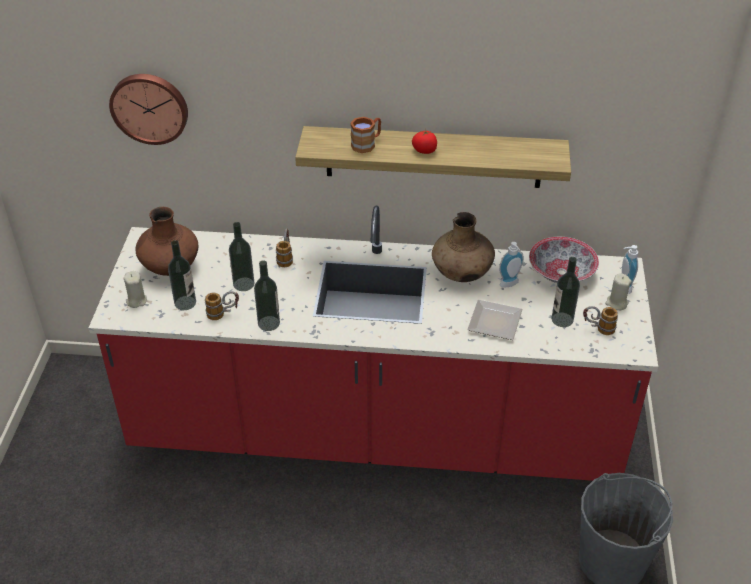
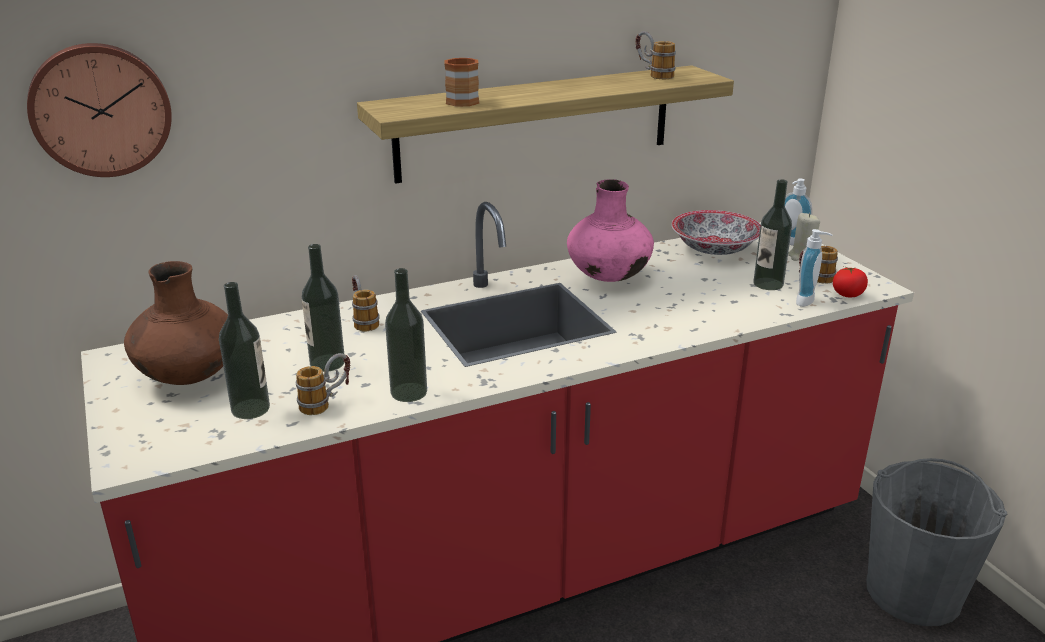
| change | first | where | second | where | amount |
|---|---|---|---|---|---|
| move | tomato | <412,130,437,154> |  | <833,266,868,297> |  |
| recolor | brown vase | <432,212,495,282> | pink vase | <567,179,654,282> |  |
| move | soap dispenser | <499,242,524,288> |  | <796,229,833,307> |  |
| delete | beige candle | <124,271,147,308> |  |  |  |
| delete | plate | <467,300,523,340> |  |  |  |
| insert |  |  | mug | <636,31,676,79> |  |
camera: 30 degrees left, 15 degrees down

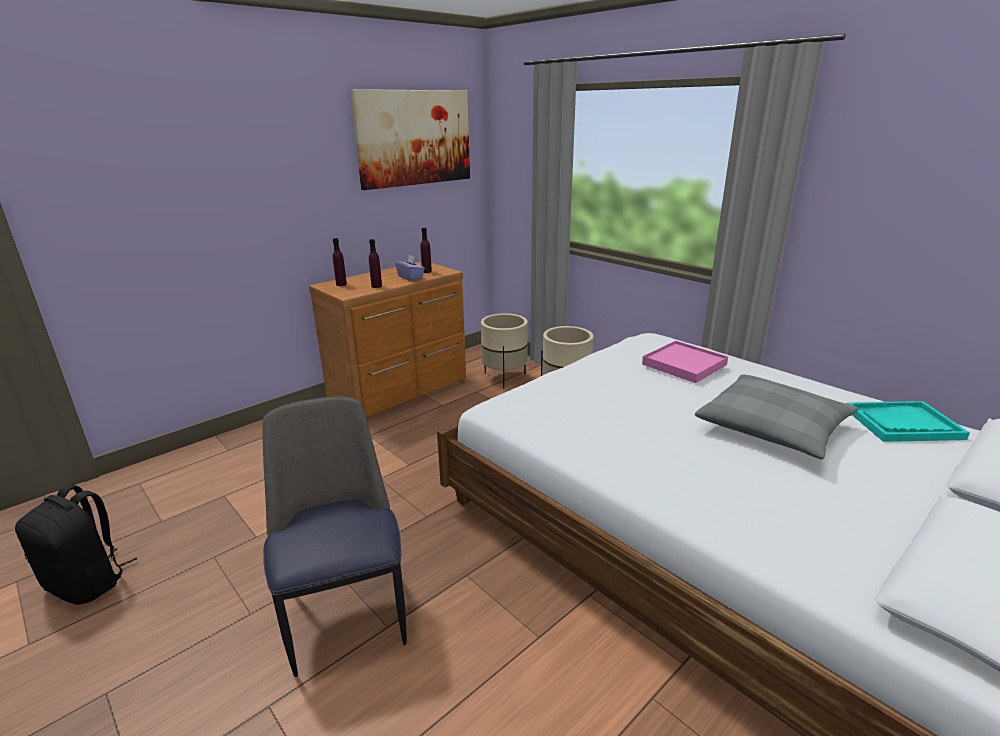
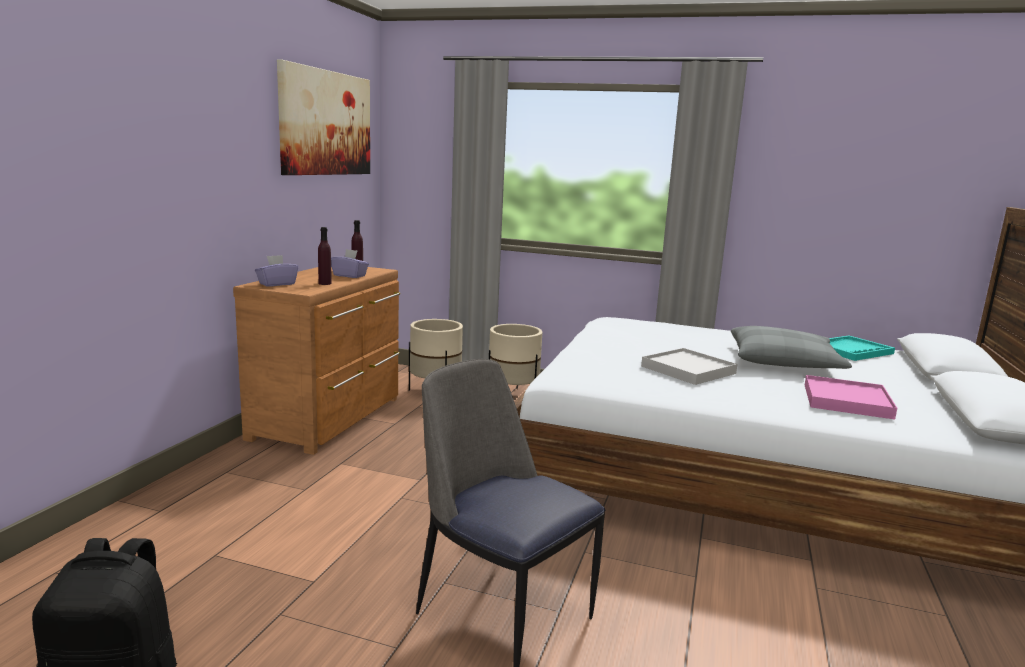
| change | first | where | second | where | amount |
|---|---|---|---|---|---|
| replace | purple bottle | <333,238,347,286> | purple tissue box | <255,255,298,287> |  |
| move | pink tray | <642,341,728,383> |  | <805,375,897,420> |  |
| insert |  |  | white tray | <641,348,738,385> |  |
camera: 30 degrees left, 10 degrees down

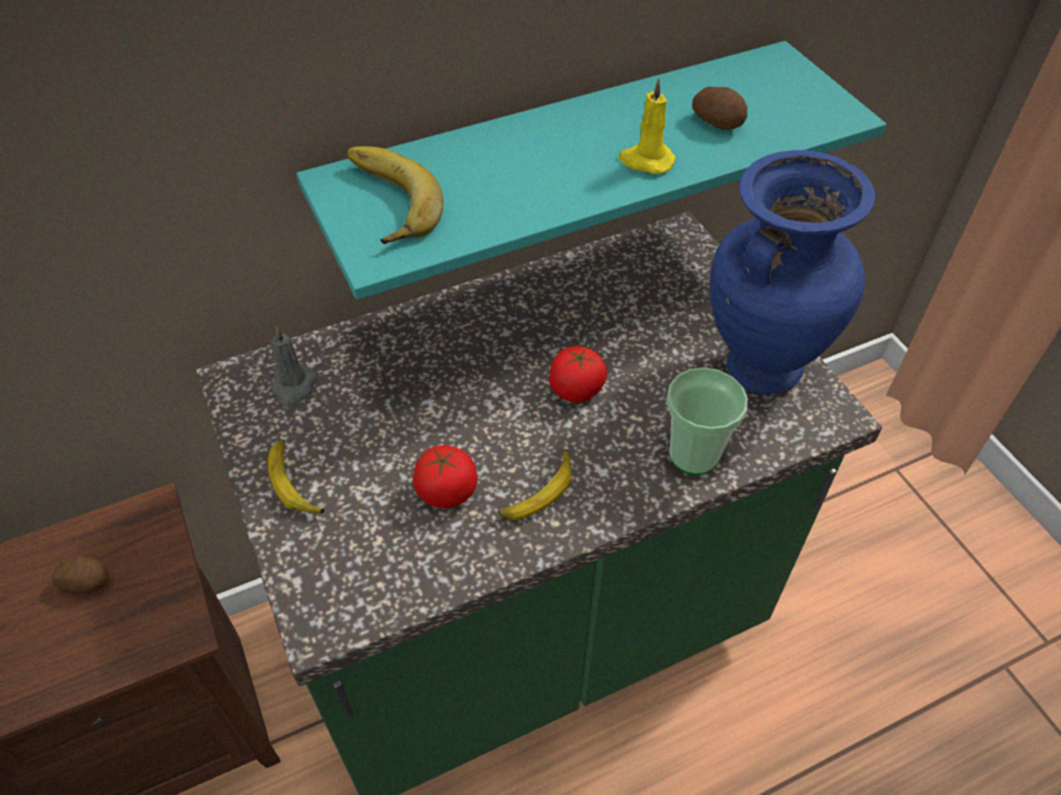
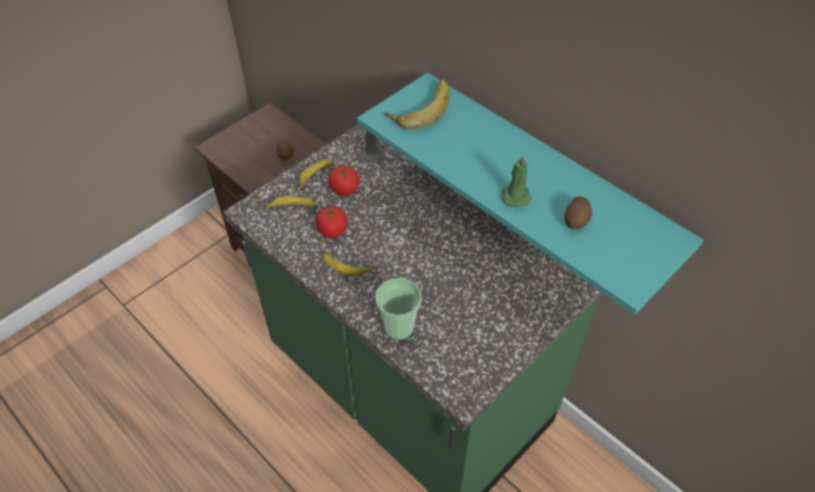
| change | first | where | second | where | amount |
|---|---|---|---|---|---|
| recolor | yellow candle | <618,78,676,174> | green candle | <502,155,532,207> |  |
| delete | blue vase | <710,150,875,394> |  |  |  |
| move | tomato | <549,346,607,402> |  | <328,165,360,196> |  |
| insert |  |  | banana | <264,196,317,210> |  |
camera: 70 degrees right, 0 degrees up

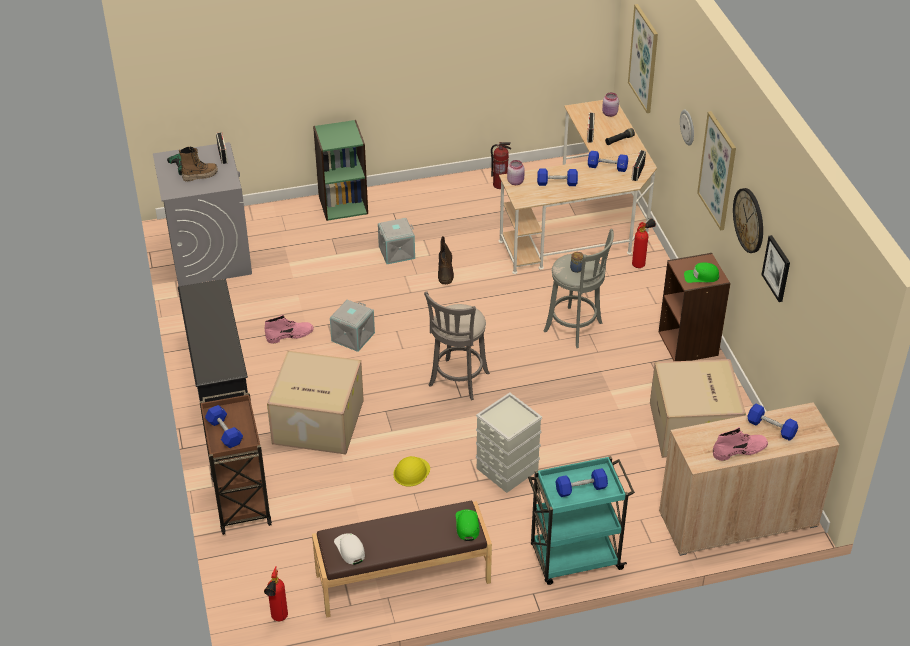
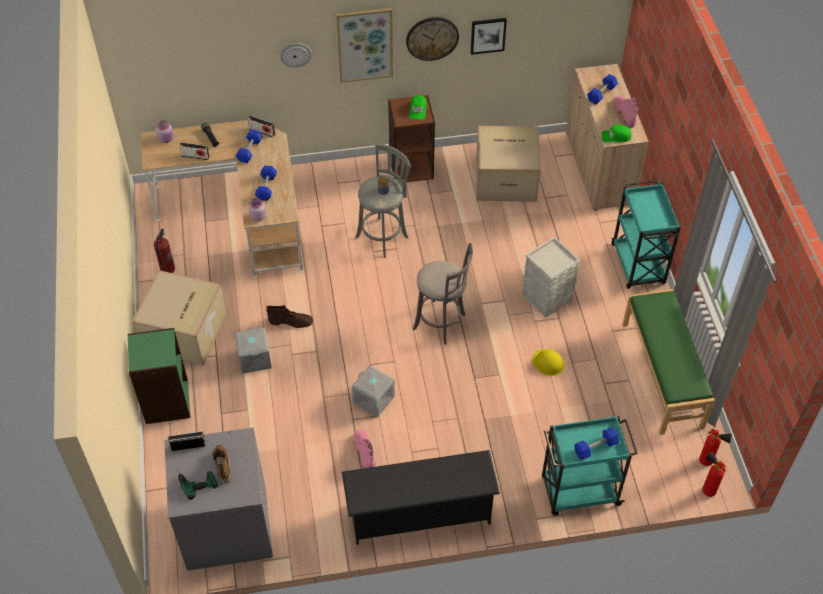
| change | first | where | second | where | amount |
|---|---|---|---|---|---|
| delete | picture | <628,4,658,113> |  |  |  |
| move | fire extinguisher | <632,218,656,268> |  | <702,452,726,497> |  |
| move | cardboard box | <267,351,364,454> |  | <132,270,227,366> |  |
| recolor | brown cart | <199,390,272,535> | turquoise cart | <542,416,638,516> |  |
| delete | blue dumbbell | <556,468,608,497> |  |  |  |
| recolor | brown bench | <312,501,492,618> | green bench | <622,289,715,435> |  |
| move | green cap | <456,509,479,541> |  | <601,125,631,142> |  |
| delete | white cap | <334,533,365,565> |  |  |  |
camera: 85 degrees left, 10 degrees up

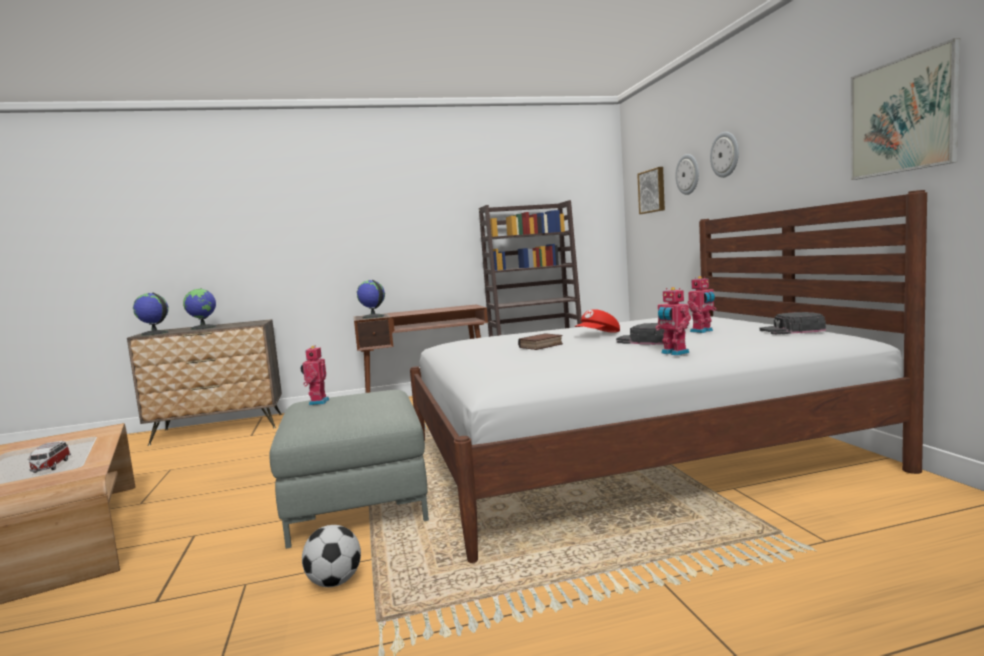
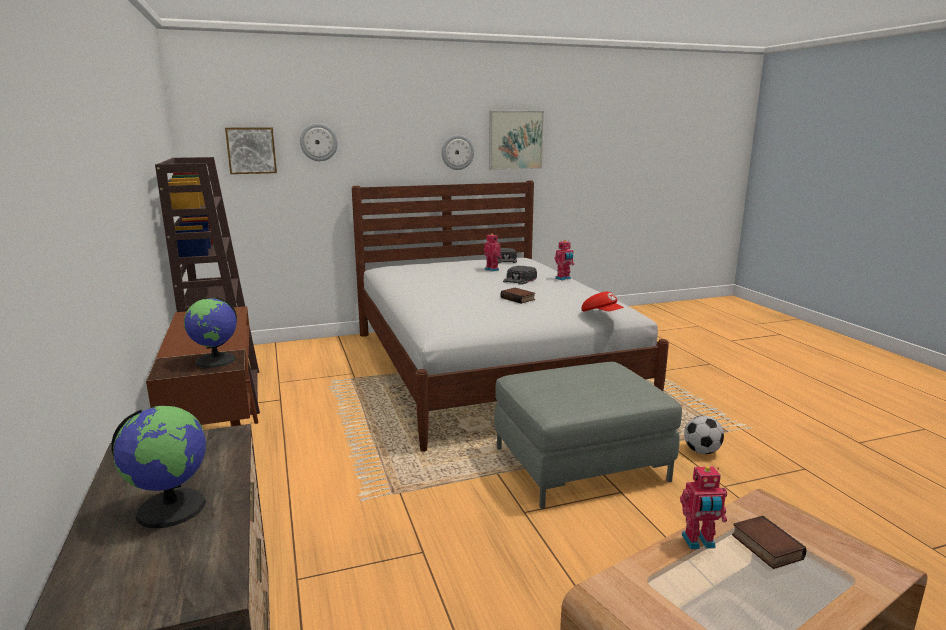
| change | first | where | second | where | amount |
|---|---|---|---|---|---|
| move | wall clock | <710,132,739,178> |  | <441,135,474,170> |  |
| delete | globe | <133,293,169,336> |  |  |  |
| move | red cap | <575,309,620,333> |  | <581,292,624,311> |  |
| move | toy robot | <300,346,329,405> |  | <680,466,727,549> |  |
| replace | toy car | <28,441,71,473> | book | <732,516,806,569> |  |
camera: 95 degrees left, 10 degrees up

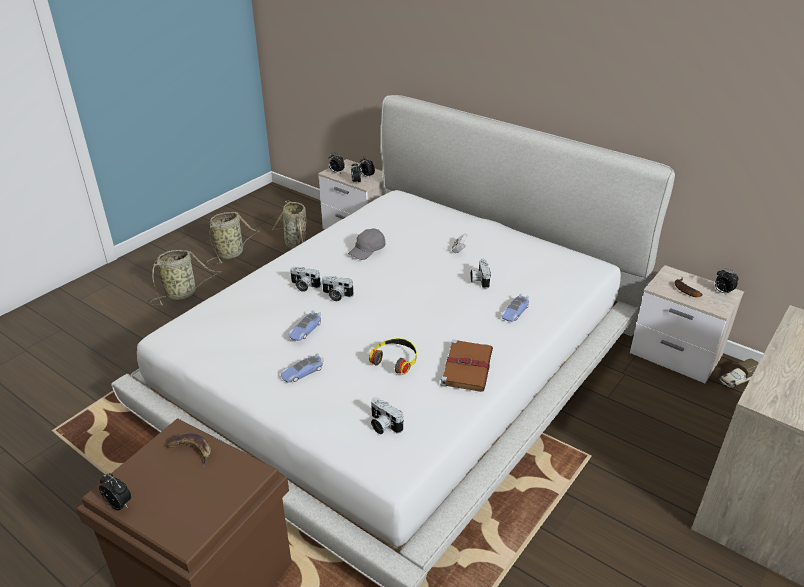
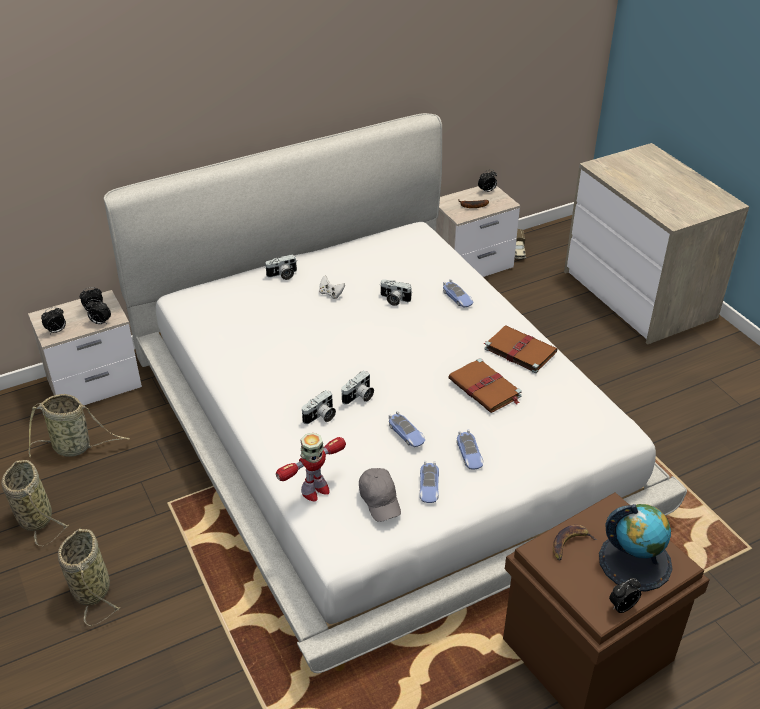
| change | first | where | second | where | amount |
|---|---|---|---|---|---|
| move | grey cap | <348,228,385,260> |  | <359,468,401,522> |  |
| replace | headphones | <369,338,417,374> | brown book | <448,358,522,413> |  |
| move | photo camera | <371,397,403,434> |  | <265,254,297,280> |  |
| insert |  |  | toy robot | <276,433,346,501> |  |
| insert |  |  | toy car | <420,461,439,503> |  |
| insert |  |  | globe | <599,504,672,592> |  |
camera: 65 degrees left, 5 degrees up

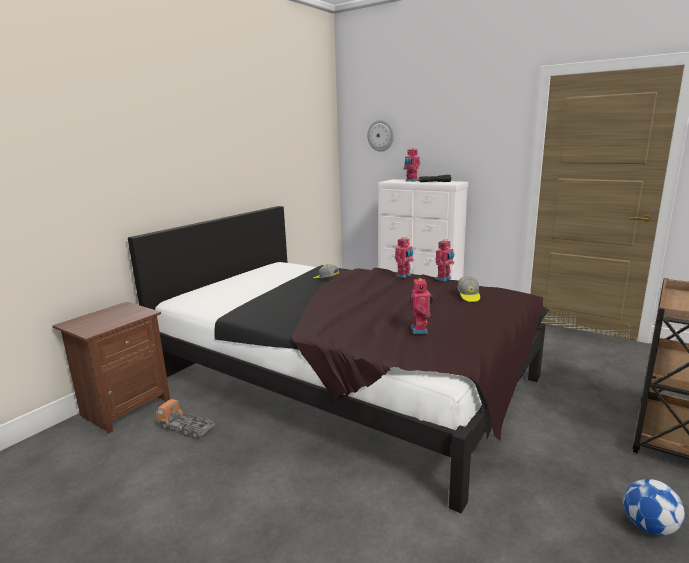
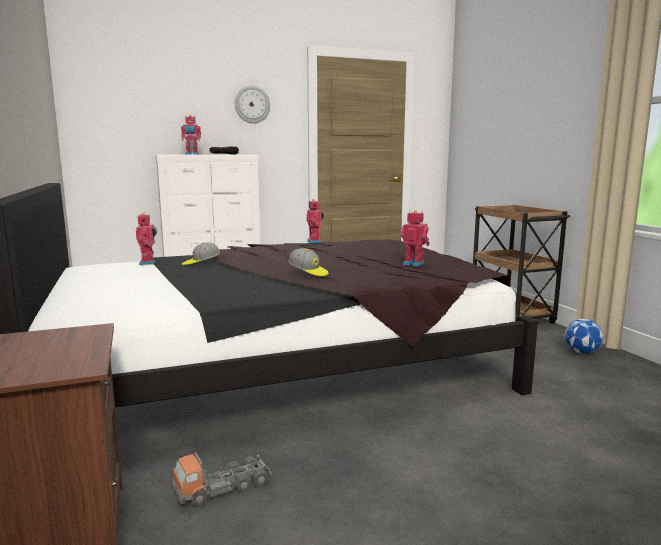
| change | first | where | second | where | amount |
|---|---|---|---|---|---|
| move | wall clock | <367,119,394,152> |  | <235,86,270,124> |  |
| move | toy robot | <395,237,414,278> |  | <136,212,157,265> |  |
| move | cap | <458,276,480,302> |  | <288,248,328,276> |  |
camera: 55 degrees left, 5 degrees down

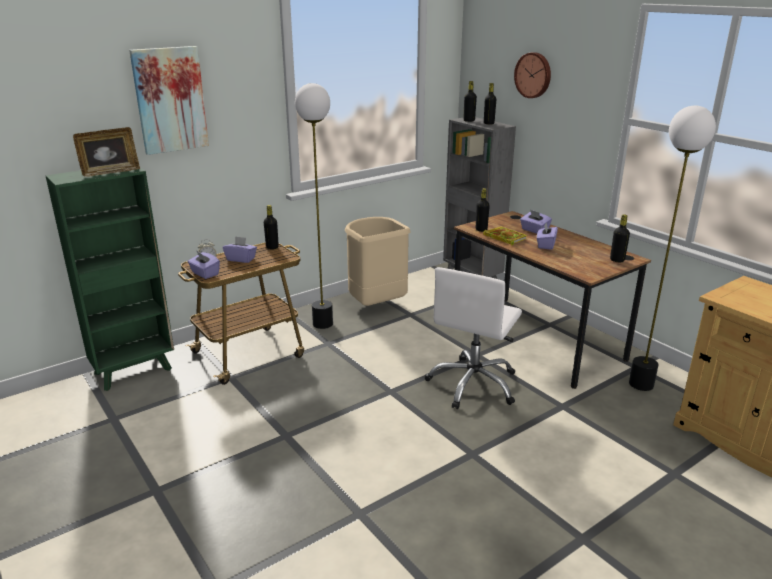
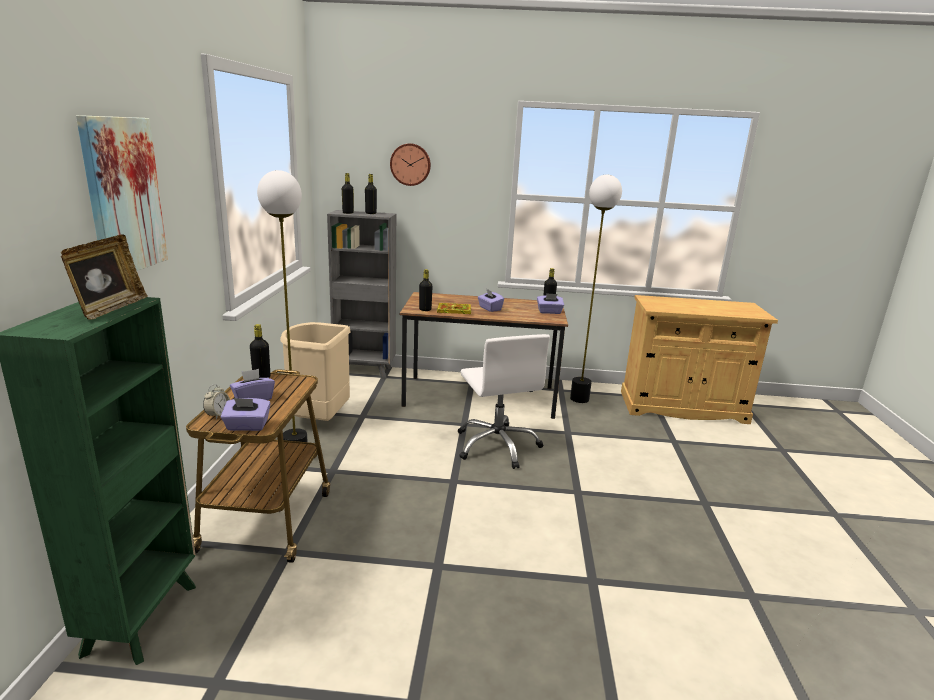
| change | first | where | second | where | amount |
|---|---|---|---|---|---|
| move | purple tissue box | <520,210,552,234> |  | <537,293,564,314> |  |
camera: 50 degrees left, 5 degrees down

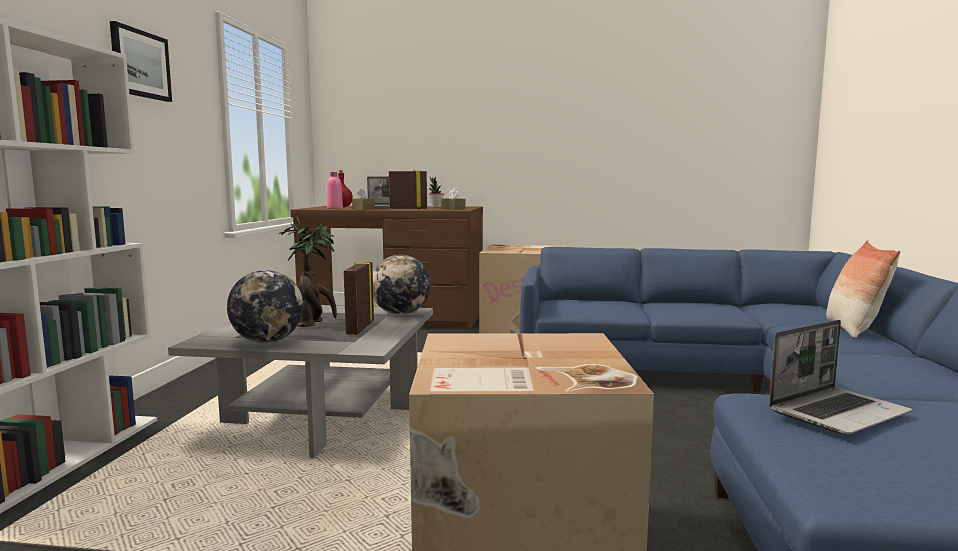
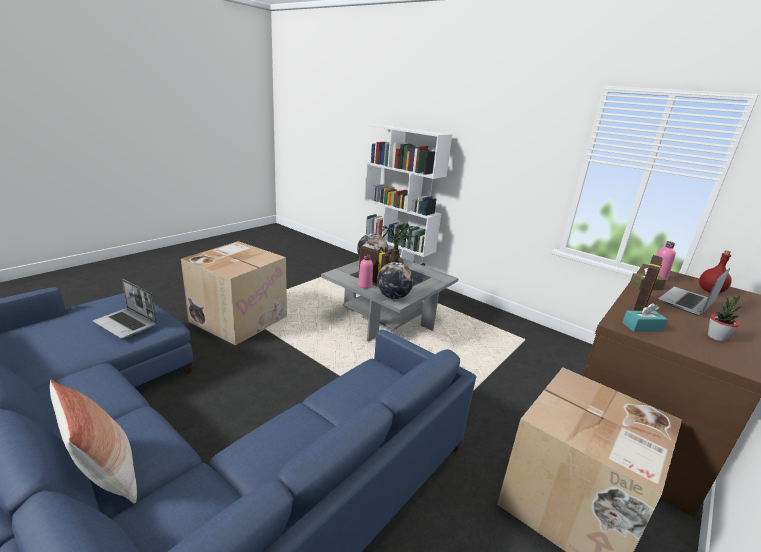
| change | first | where | second | where | amount |
|---|---|---|---|---|---|
| delete | picture | <110,21,172,102> |  |  |  |
| recolor | brown tissue box | <441,189,465,210> | turquoise tissue box | <622,303,668,332> |  |
| rotate | laptop | <769,320,912,434> |  | <93,279,157,339> | 60 degrees counterclockwise |
| insert |  |  | pink bottle | <358,254,373,289> |  |
camera: 120 degrees right, 15 degrees up

